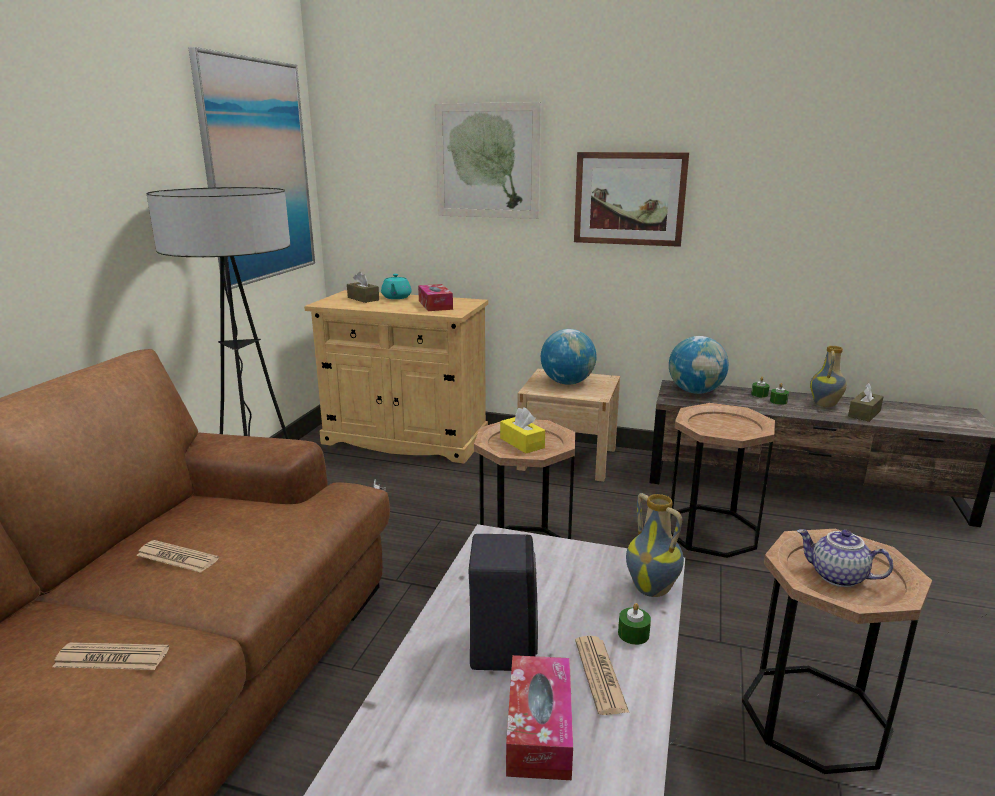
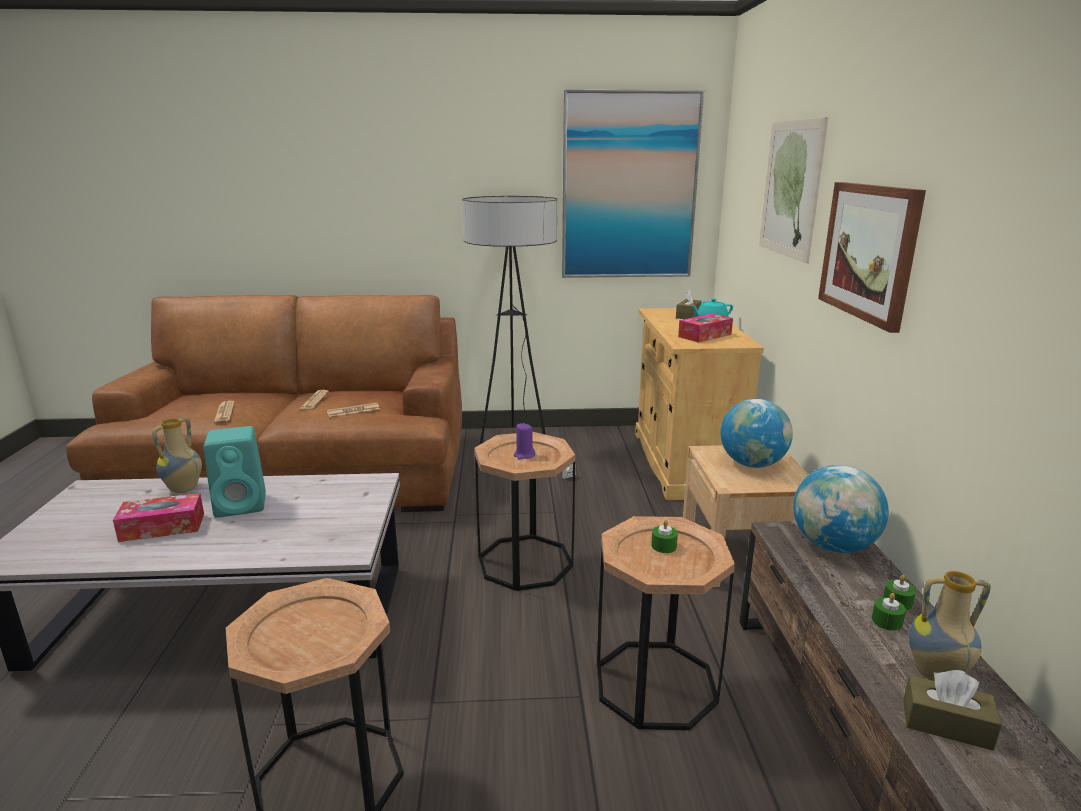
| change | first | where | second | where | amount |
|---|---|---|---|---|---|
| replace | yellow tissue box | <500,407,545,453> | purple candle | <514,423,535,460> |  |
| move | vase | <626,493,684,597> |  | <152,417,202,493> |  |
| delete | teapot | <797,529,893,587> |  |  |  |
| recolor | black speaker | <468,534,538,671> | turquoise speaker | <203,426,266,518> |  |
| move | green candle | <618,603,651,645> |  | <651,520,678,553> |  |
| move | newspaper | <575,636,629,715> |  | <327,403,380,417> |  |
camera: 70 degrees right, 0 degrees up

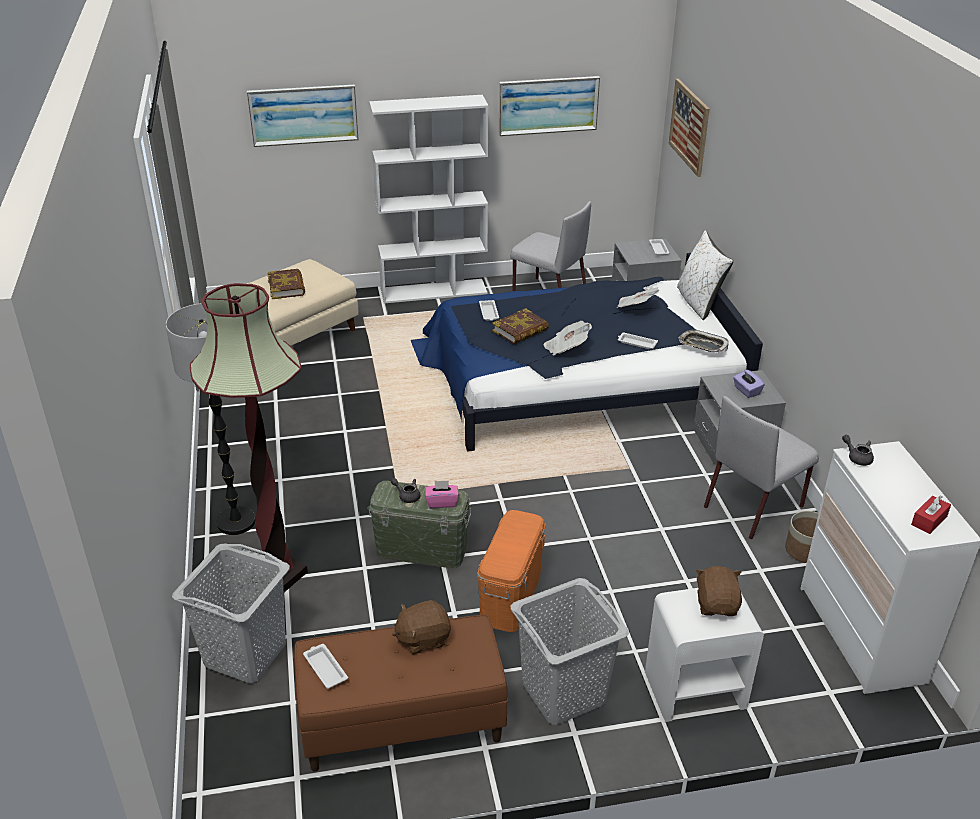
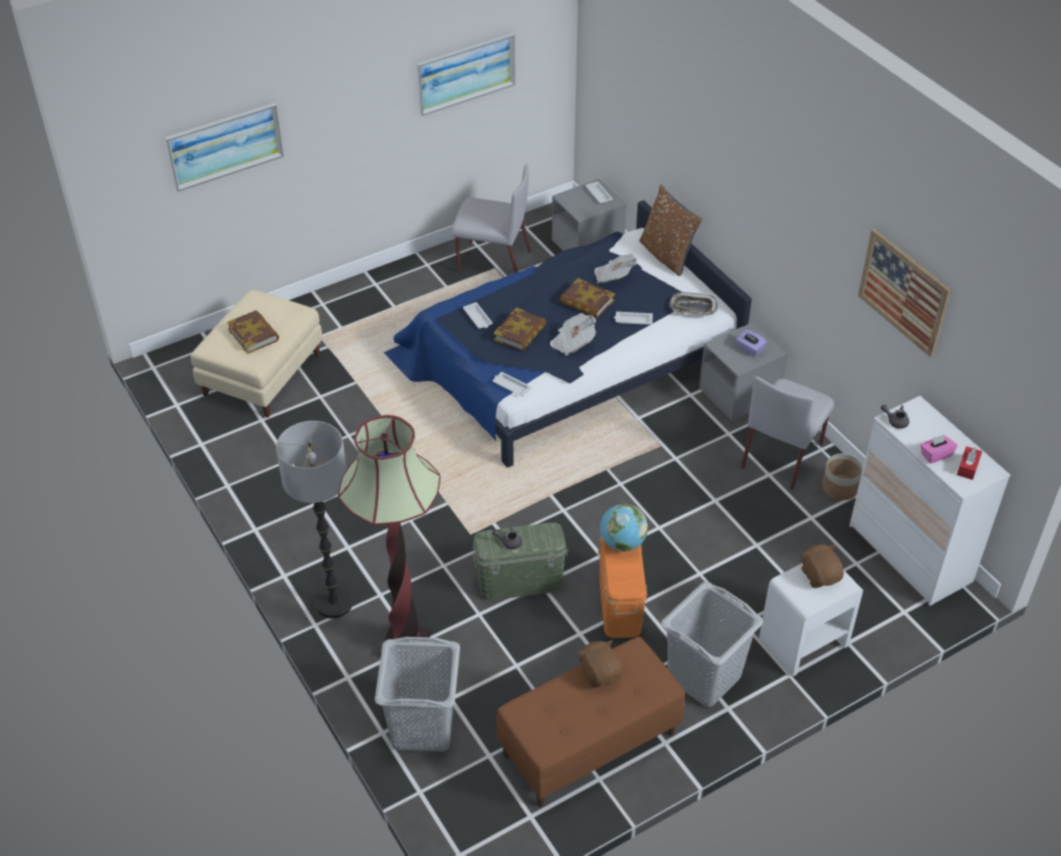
| change | first | where | second | where | amount |
|---|---|---|---|---|---|
| move | picture | <669,79,710,177> |  | <858,229,951,358> |  |
| delete | white bookcase | <369,95,488,303> |  |  |  |
| recolor | white pillow | <677,230,733,320> | brown pillow | <639,185,702,276> |  |
| move | pink tissue box | <425,481,459,508> |  | <920,434,957,463> |  |
| rotate | brown plush toy | <392,600,451,654> |  | <577,640,623,688> | 105 degrees clockwise |
| move | white tray | <303,644,348,689> |  | <492,372,532,396> |  |
| insert |  |  | book | <560,278,615,318> |  |
| insert |  |  | globe | <600,504,648,552> |  |
camera: 20 degrees left, 10 degrees up

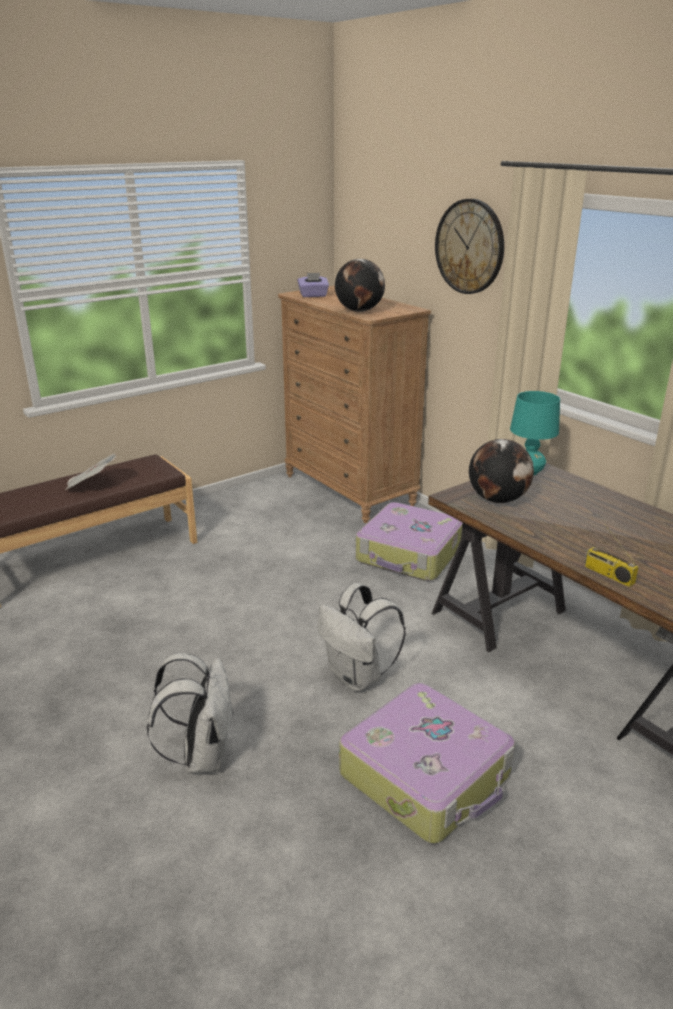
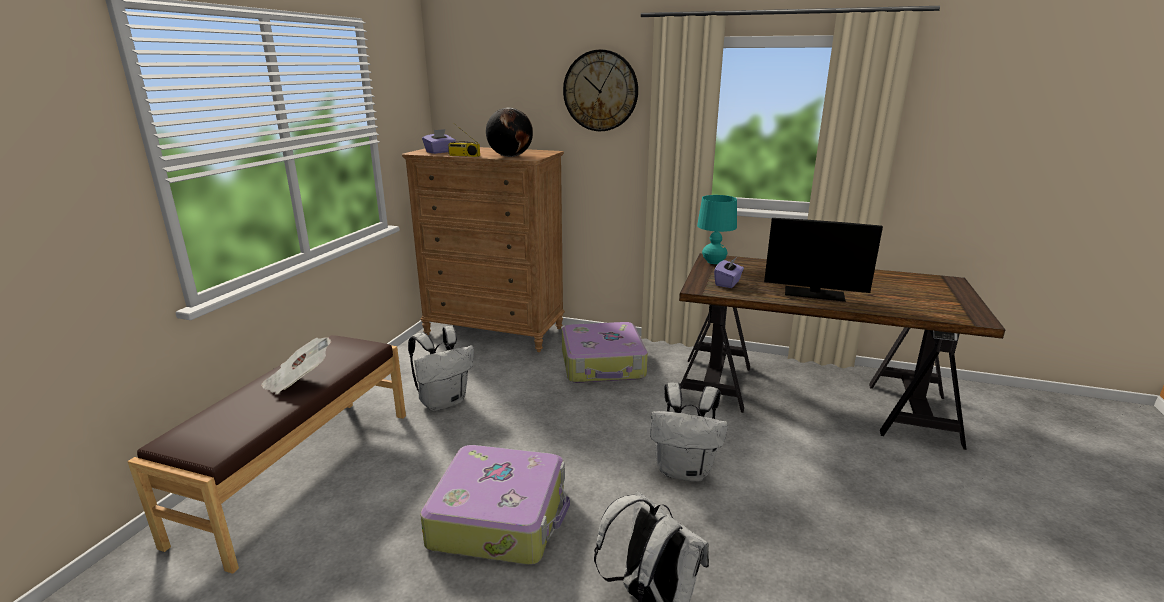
| change | first | where | second | where | amount |
|---|---|---|---|---|---|
| replace | globe | <469,439,534,503> | purple tissue box | <714,258,744,288> |  |
| move | radio | <584,525,639,587> |  | <448,125,480,157> |  |
| move | suitcase | <340,683,515,844> |  | <420,445,570,565> |  |
| insert |  |  | monitor | <764,218,883,302> |  |
| insert |  |  | white backpack | <408,326,474,411> |  |
camera: 35 degrees left, 5 degrees down

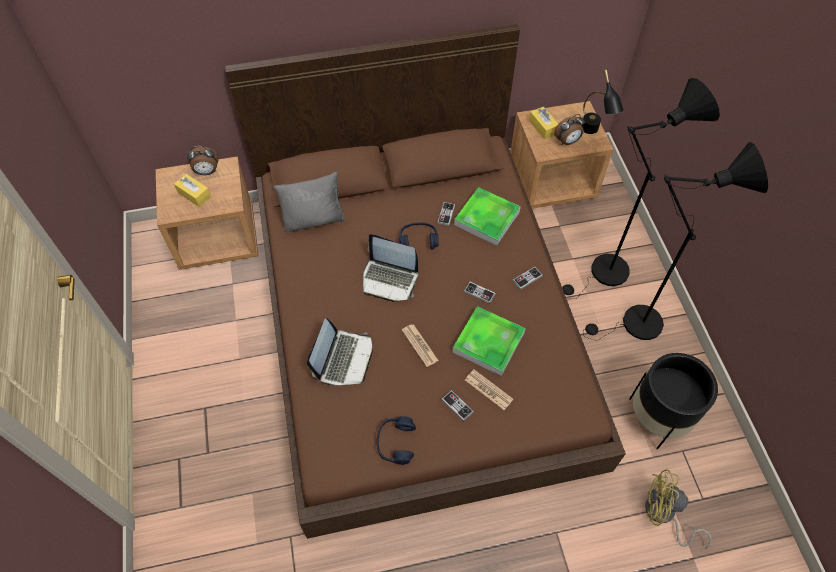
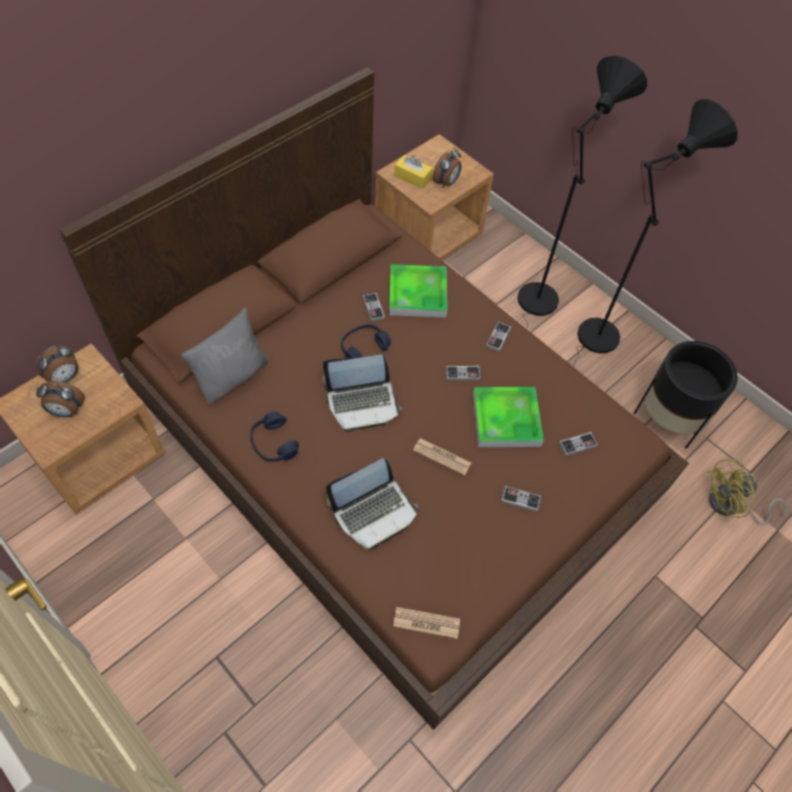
| change | first | where | second | where | amount |
|---|---|---|---|---|---|
| delete | black table lamp | <581,69,624,134> |  |  |  |
| replace | yellow tissue box | <174,174,211,207> | alarm clock | <36,381,85,417> |  |
| rotate | laptop | <307,318,372,386> |  | <326,458,418,550> | 75 degrees clockwise |
| move | newspaper | <465,369,513,410> |  | <393,607,460,639> |  |
| move | blue headphones | <377,416,416,465> |  | <250,412,299,462> |  |
| insert |  |  | game controller | <559,432,598,456> |  |
camera: 35 degrees left, 0 degrees up

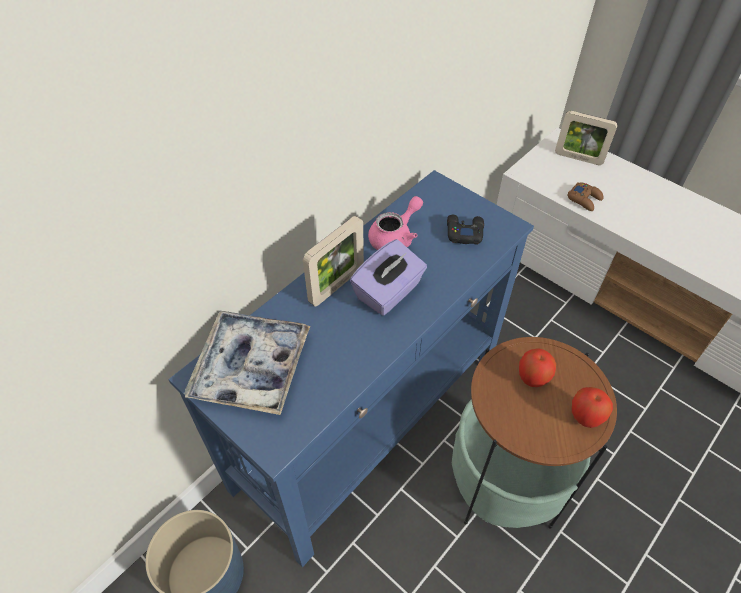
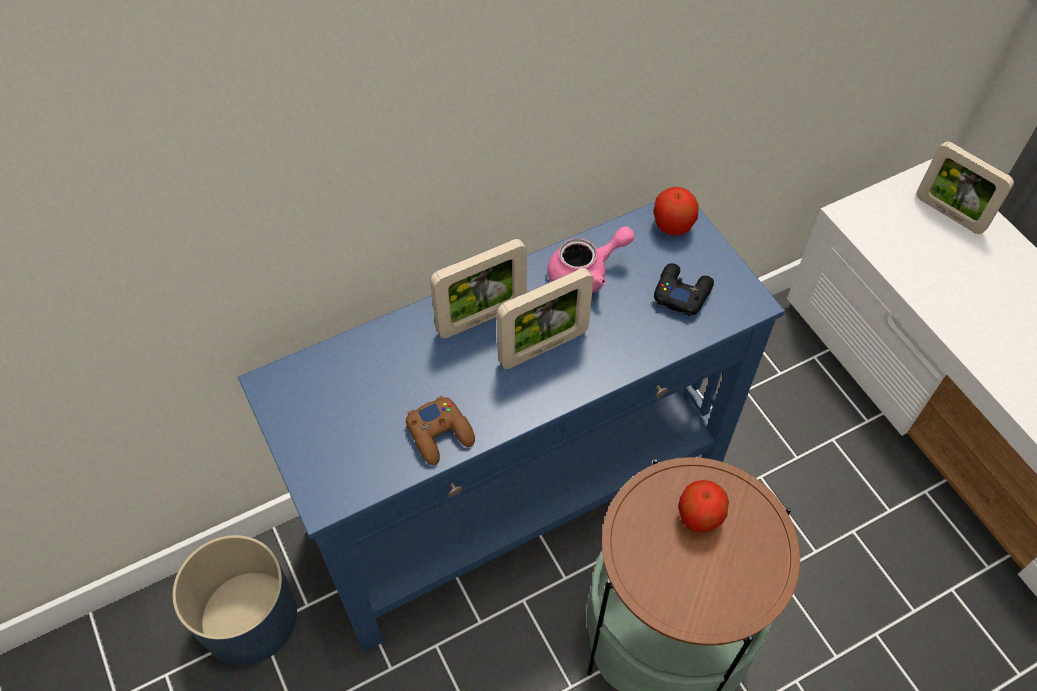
| change | first | where | second | where | amount |
|---|---|---|---|---|---|
| move | brown game controller | <567,182,603,211> |  | <406,396,475,465> |  |
| replace | purple tissue box | <350,239,427,316> | picture frame | <497,268,594,369> |  |
| delete | tray | <184,311,310,415> |  |  |  |
| move | apple | <572,387,613,428> |  | <653,187,698,236> |  |
camera: 20 degrees right, 5 degrees up

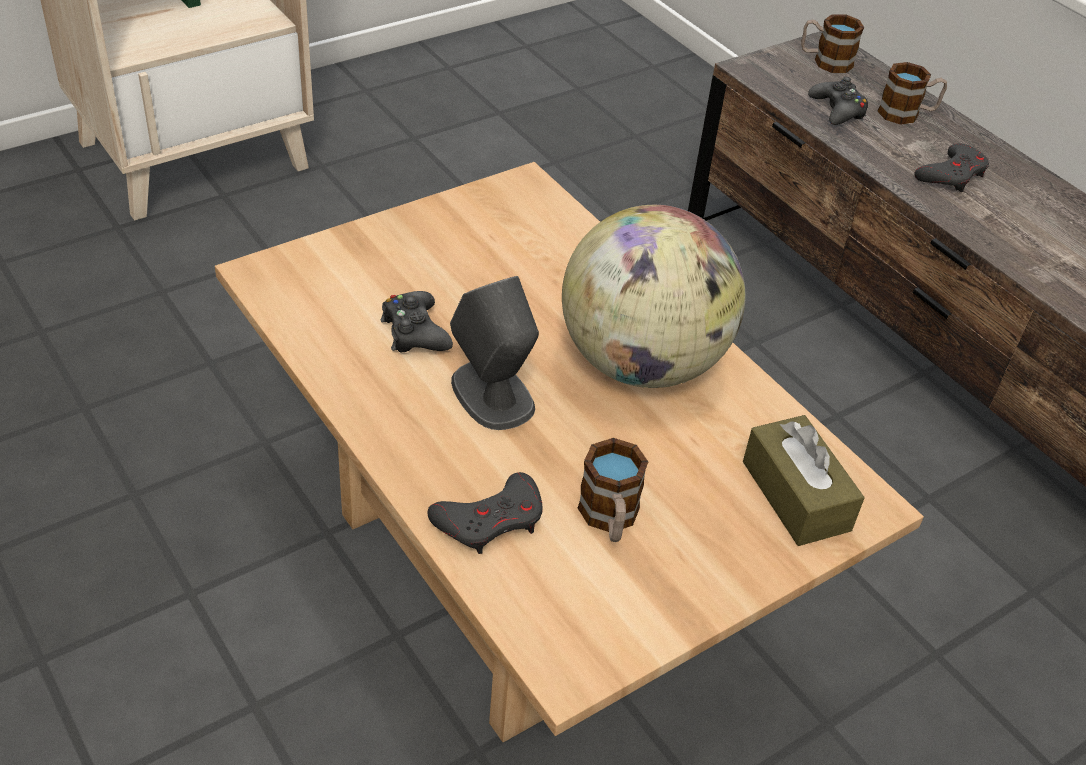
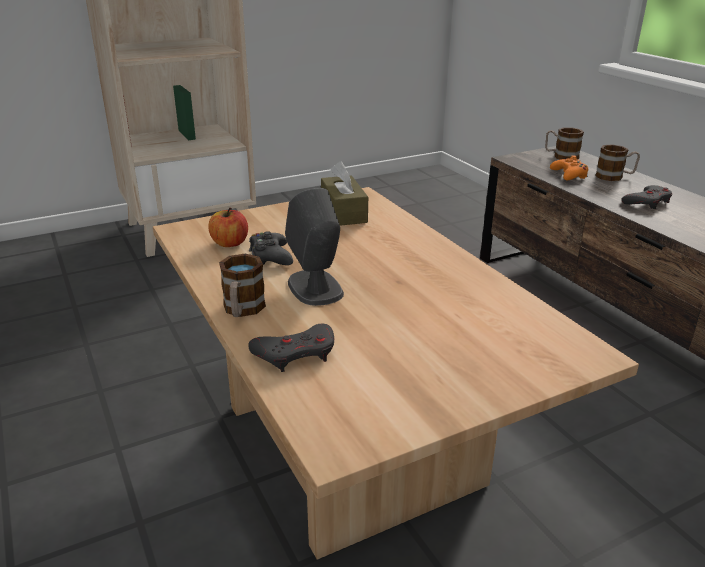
| change | first | where | second | where | amount |
|---|---|---|---|---|---|
| recolor | black game controller | <808,77,868,125> | orange game controller | <550,155,588,180> |  |
| delete | globe | <562,205,746,388> |  |  |  |
| move | brown tissue box | <743,415,865,546> |  | <321,161,368,226> |  |
| move | mug | <578,438,648,542> |  | <219,253,266,317> |  |
| insert |  |  | apple | <208,207,248,247> |  |
camera: 10 degrees right, 15 degrees down

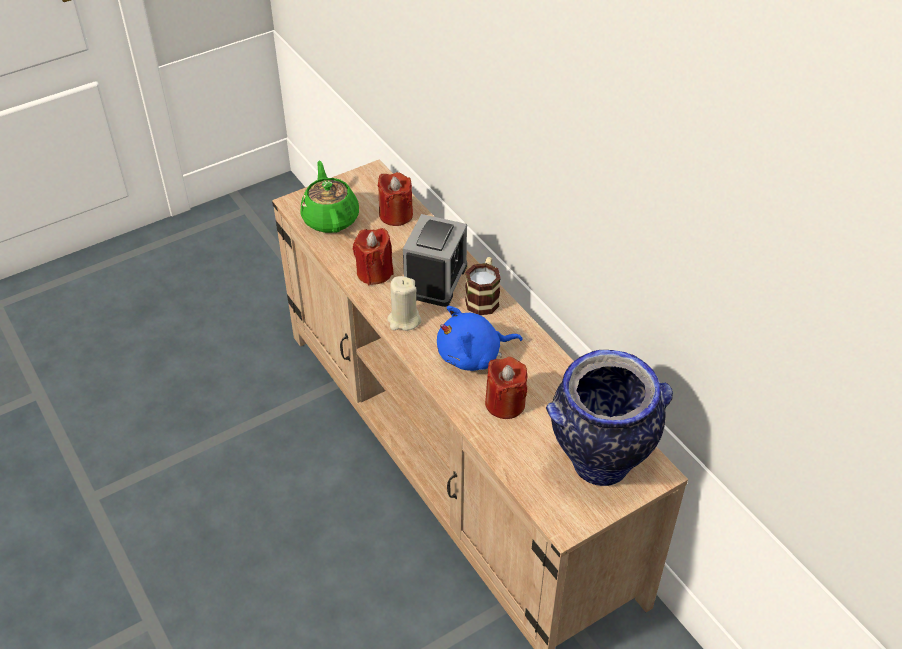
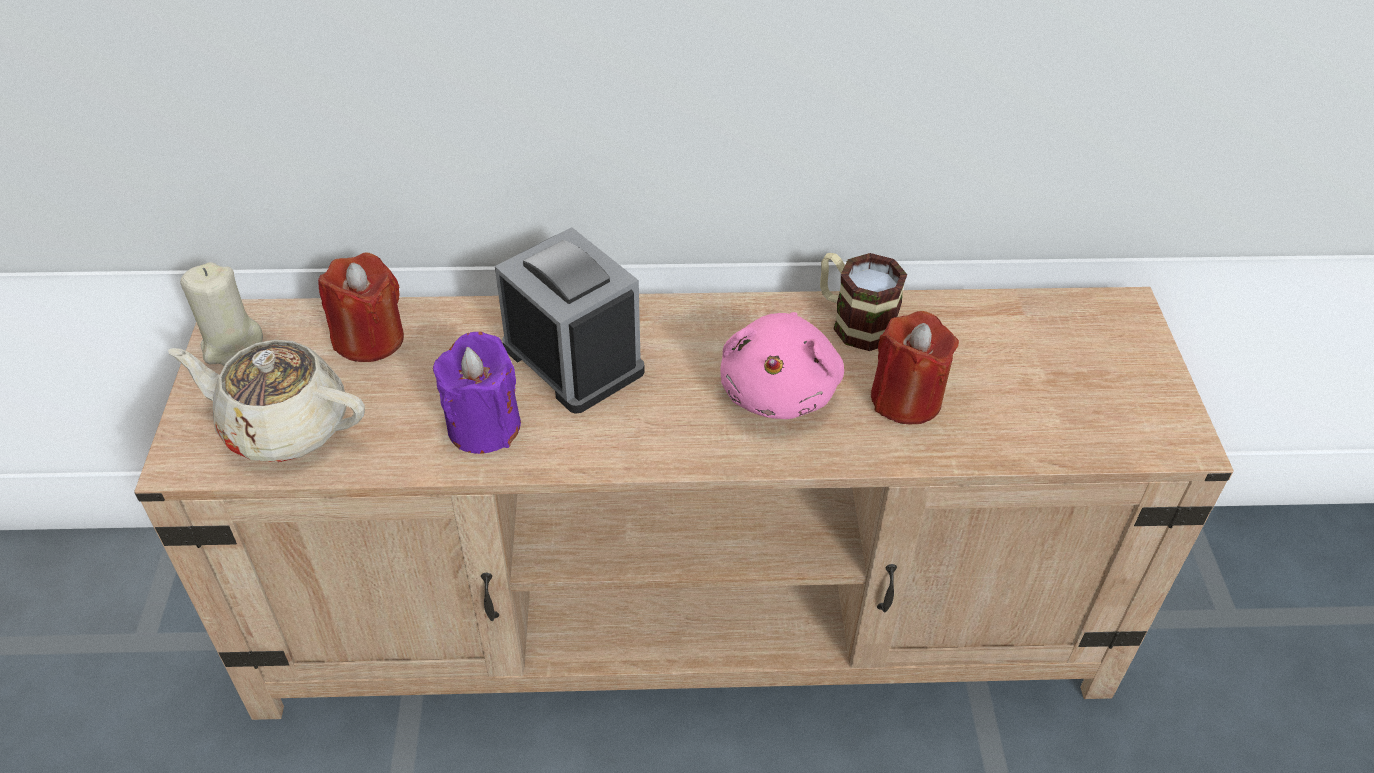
| change | first | where | second | where | amount |
|---|---|---|---|---|---|
| recolor | green teapot | <300,161,359,233> | beige teapot | <168,340,365,462> |  |
| recolor | red candle | <353,228,394,285> | purple candle | <433,332,521,454> |  |
| move | mug | <465,257,501,315> |  | <820,253,907,351> |  |
| move | beige candle | <387,276,421,331> |  | <180,262,263,366> |  |
| recolor | blue plush toy | <437,306,523,371> | pink plush toy | <720,312,844,419> |  |
| delete | vase | <546,350,673,486> |  |  |  |
camera: 60 degrees left, 0 degrees up

